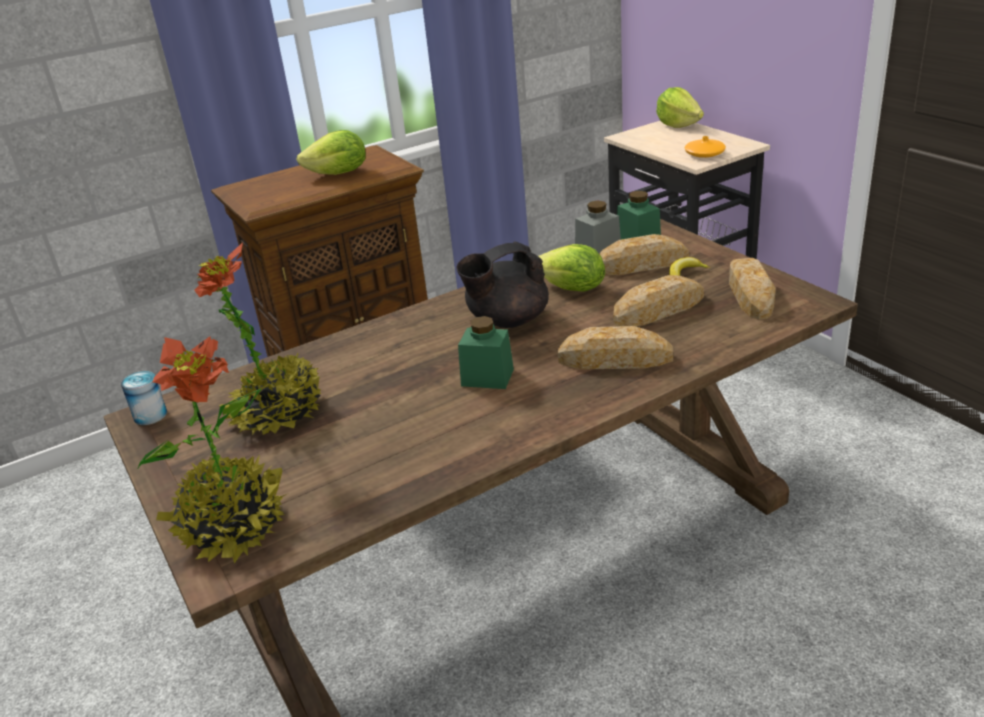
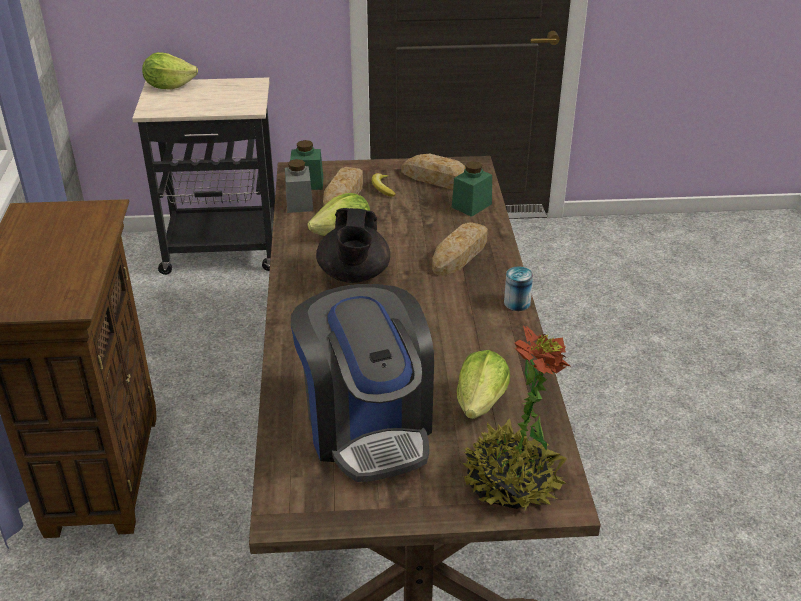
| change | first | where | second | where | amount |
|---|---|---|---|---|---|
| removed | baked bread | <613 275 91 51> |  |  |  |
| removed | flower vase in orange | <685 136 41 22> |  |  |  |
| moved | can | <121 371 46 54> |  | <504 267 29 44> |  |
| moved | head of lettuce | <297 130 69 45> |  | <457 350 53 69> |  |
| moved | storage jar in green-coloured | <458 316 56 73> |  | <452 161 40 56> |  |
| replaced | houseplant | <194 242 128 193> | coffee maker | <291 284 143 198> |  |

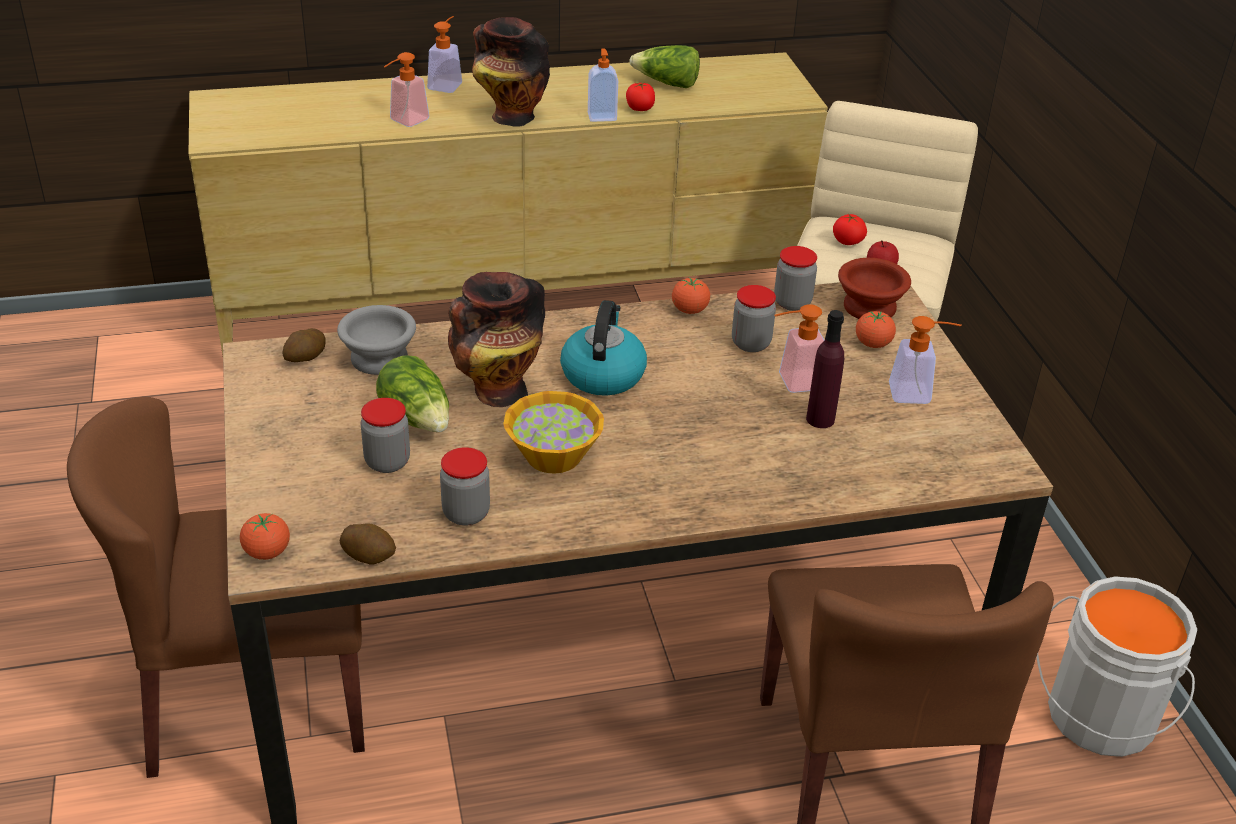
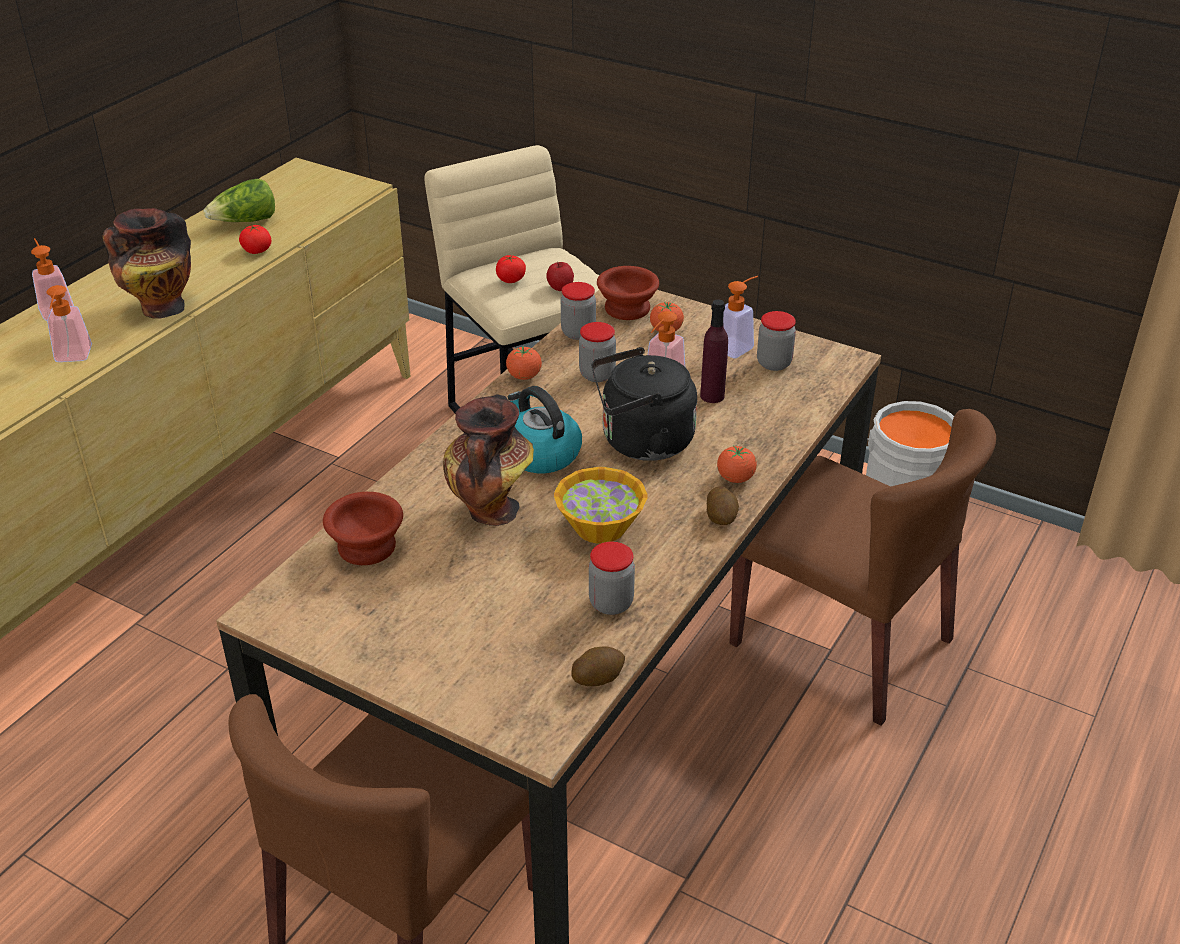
| change | first | where | second | where | amount |
|---|---|---|---|---|---|
| removed | head of lettuce | <376 355 73 77> |  |  |  |
| removed | soap bottle | <588 49 30 73> |  |  |  |
| added |  |  | water kettle in black-coloured | <591 347 106 114> |  |
| moved | whole tomato | <240 513 50 47> |  | <717 446 40 37> |  |
| moved | spud | <282 328 44 34> |  | <707 486 32 39> |  |
| moved | storage jar | <360 398 50 75> |  | <757 311 39 60> |  |
| recoloured | bowl in greyish | <337 305 79 70> | bowl in brown | <323 492 80 73> |  |

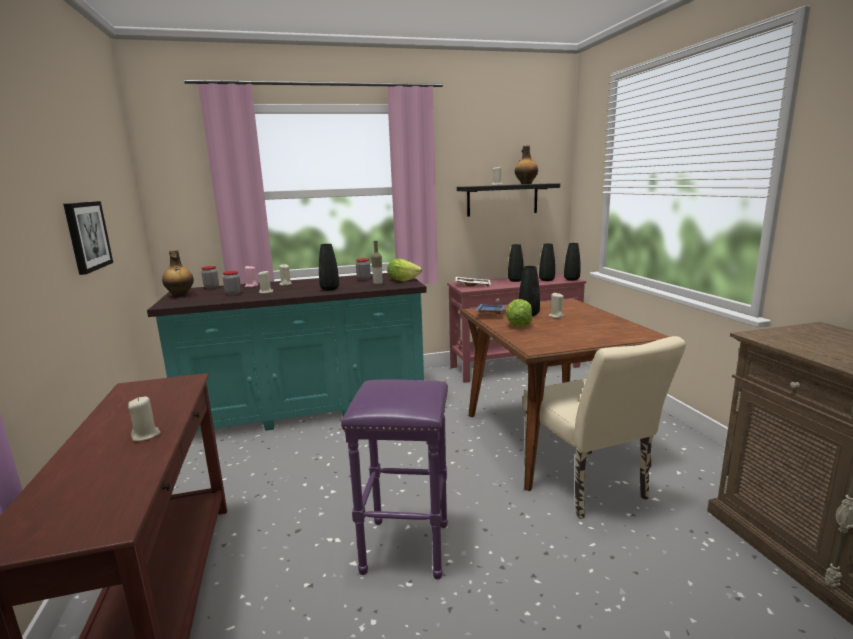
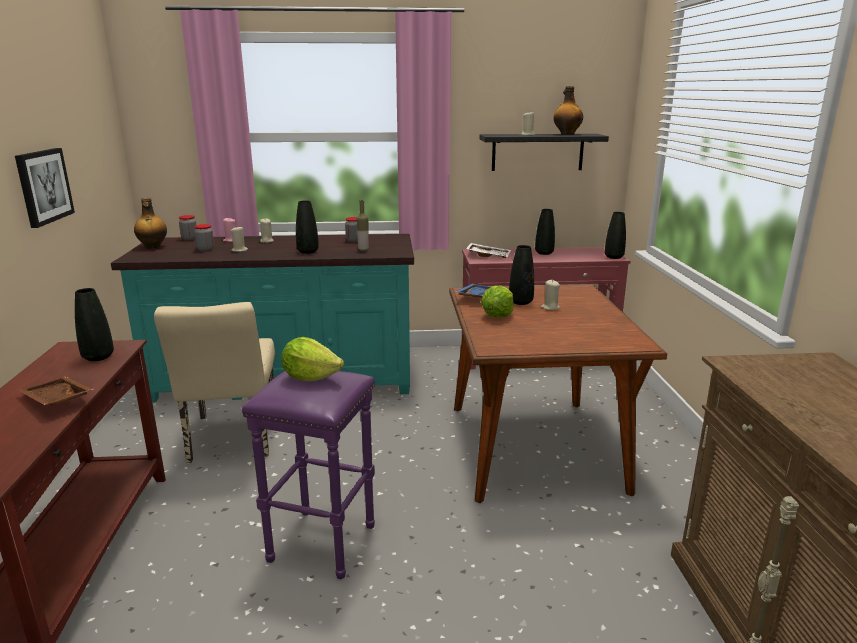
| change | first | where | second | where | amount |
|---|---|---|---|---|---|
| moved | head of lettuce | <387 258 35 23> |  | <281 337 63 44> |  |
| moved | plain chair in beige-coloured | <523 336 163 183> |  | <154 302 121 161> |  |
| moved | flower vase in black-coloured | <539 243 16 38> |  | <75 288 39 73> |  |
| replaced | wax candle in beige-coloured | <128 396 32 45> | serving tray in brown | <19 377 75 29> |  |

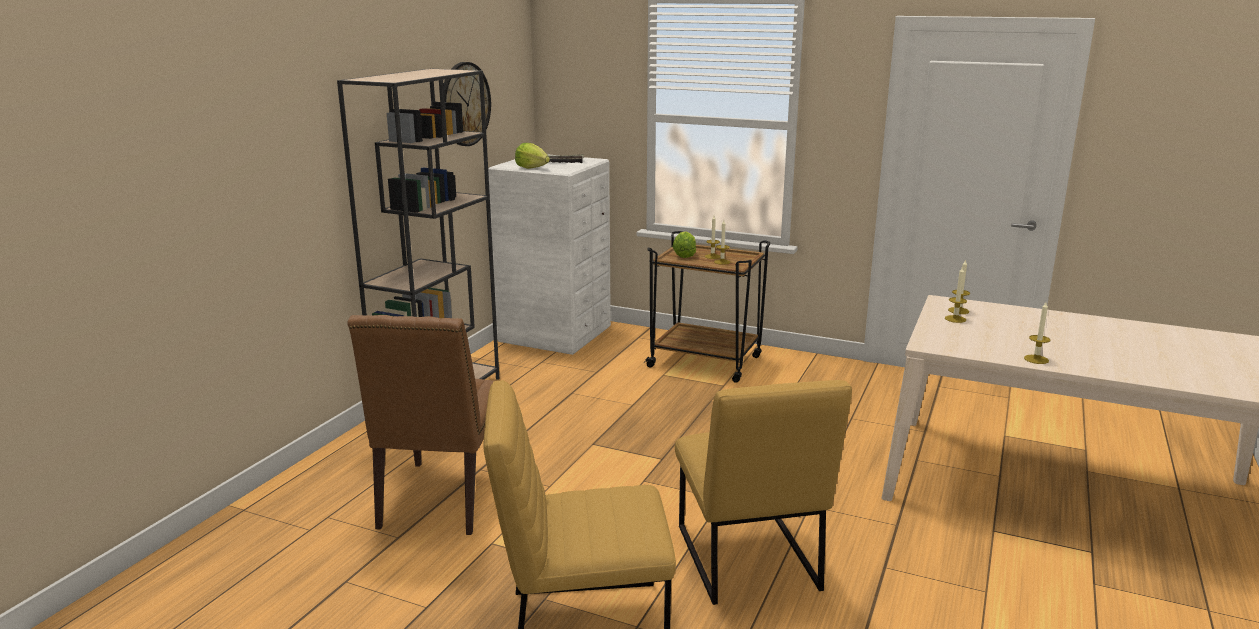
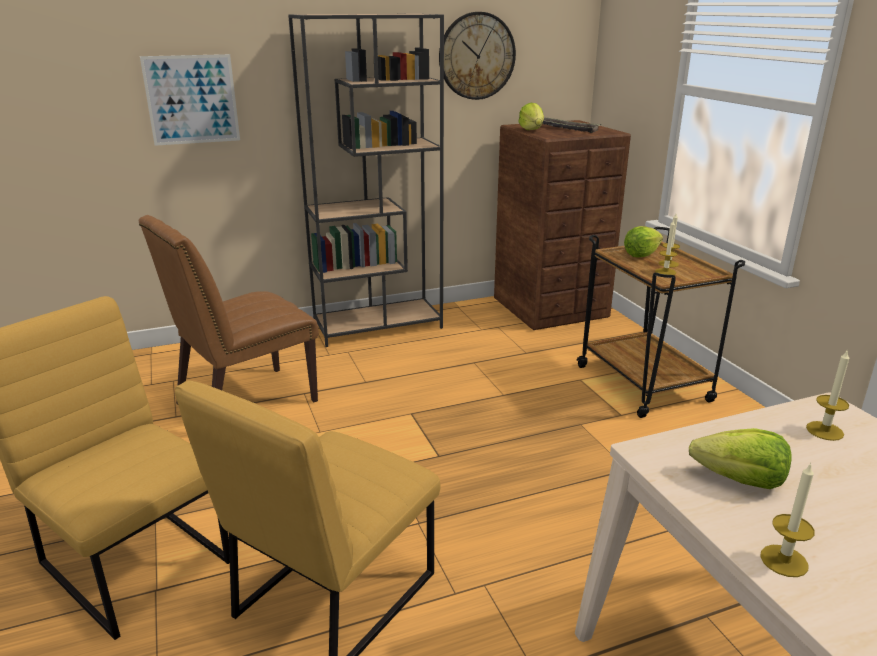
| change | first | where | second | where | amount |
|---|---|---|---|---|---|
| removed | wax candle | <945 266 22 57> |  |  |  |
| added |  |  | wall art | <140 54 100 92> |  |
| added |  |  | head of lettuce | <689 428 103 61> |  |
| recoloured | dresser in white-coloured | <488 154 123 201> | dresser in brown | <494 120 137 210> |  |

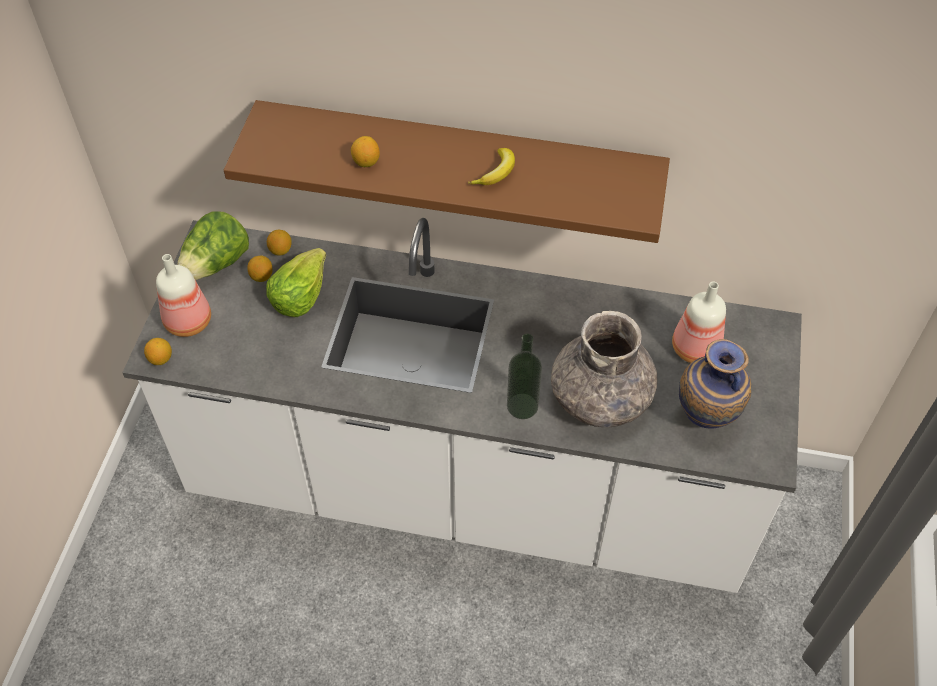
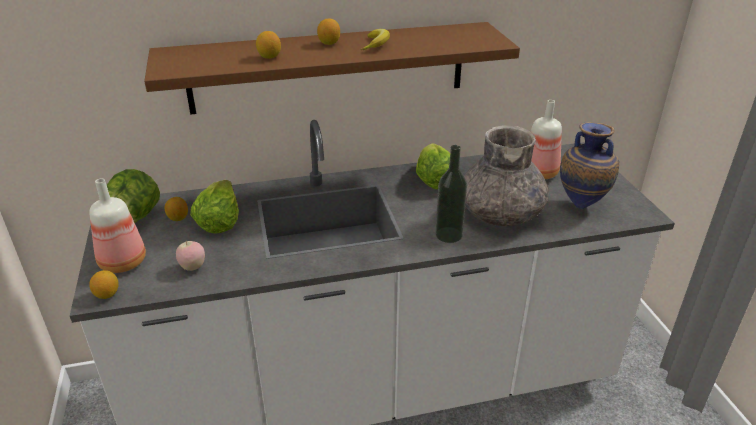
| change | first | where | second | where | amount |
|---|---|---|---|---|---|
| added |  |  | apple | <176 241 29 30> |  |
| added |  |  | head of lettuce | <416 143 34 47> |  |
| moved | lemon | <267 230 25 26> |  | <317 19 23 26> |  |

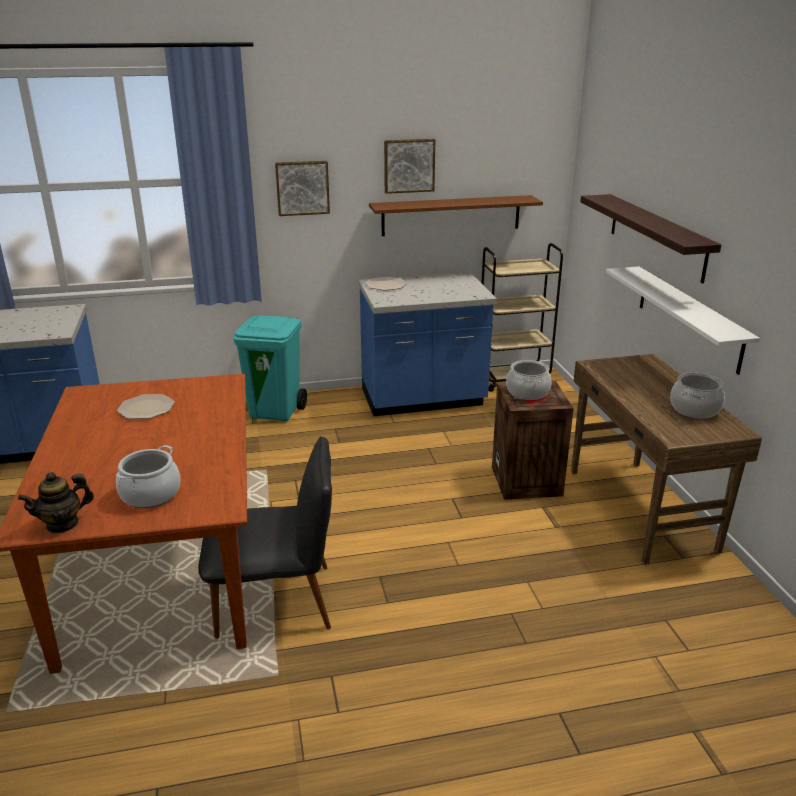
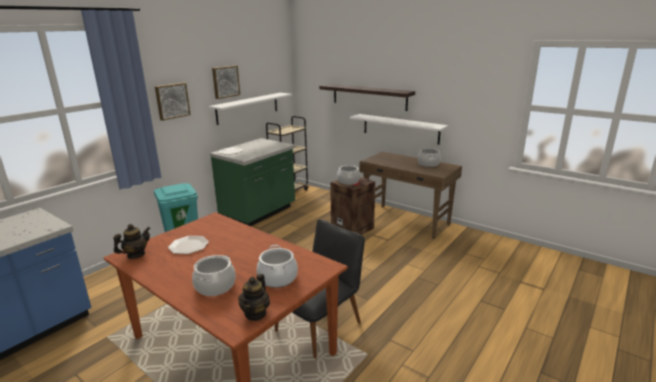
| change | first | where | second | where | amount |
|---|---|---|---|---|---|
| added |  |  | pot for tea | <114 224 36 35> |  |
| added |  |  | saucepot | <192 255 44 41> |  |
| recoloured | counter in bluish | <358 272 139 144> | counter in green-coloured | <210 138 85 88> |  |
| recoloured | wall shelf in brown | <369 195 174 41> | wall shelf in white-coloured | <209 93 83 32> |  |

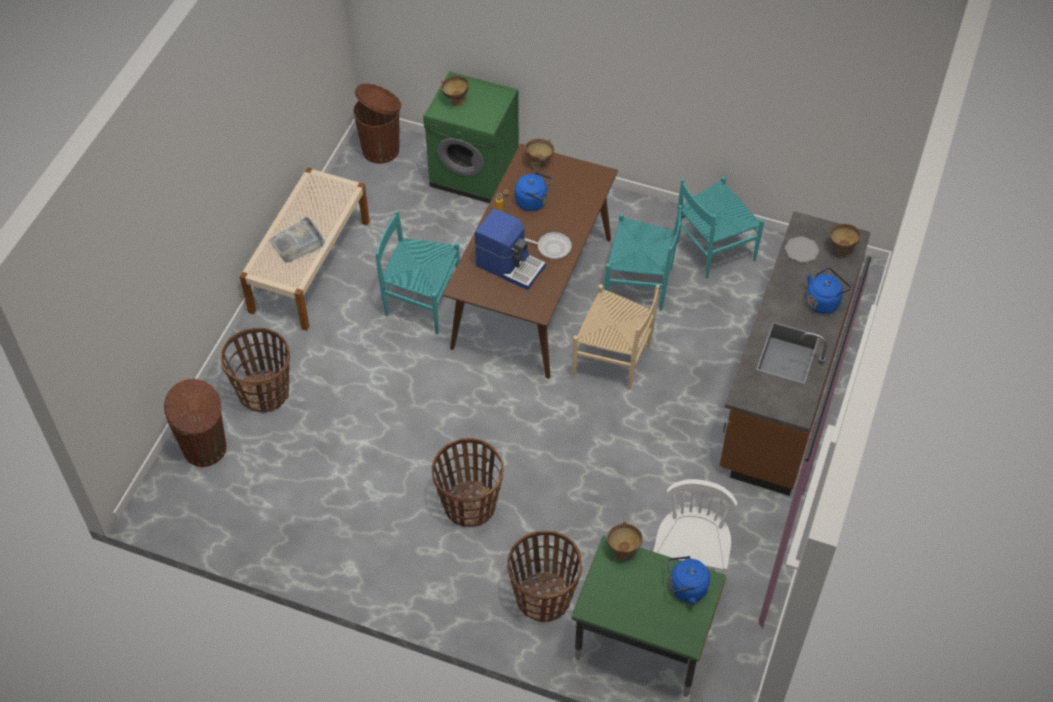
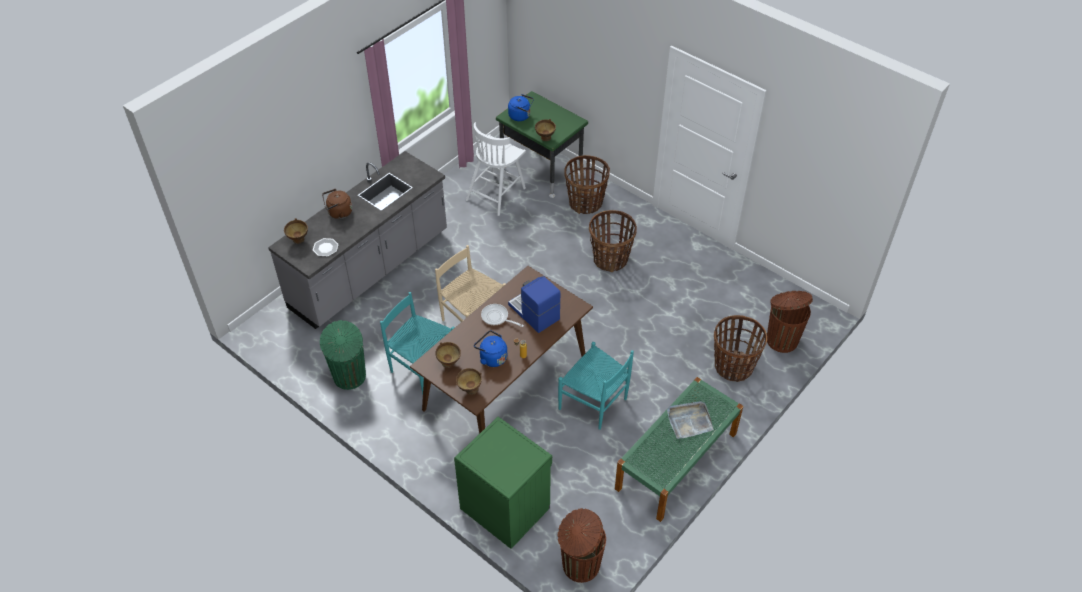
| change | first | where | second | where | amount |
|---|---|---|---|---|---|
| moved | bowl in brown | <441 76 28 30> |  | <435 342 26 26> |  |
| replaced | plain chair in turquoise-coloured | <677 176 87 102> | waste bin in green-coloured | <320 320 46 70> |  |
| recoloured | indoor bench in beige-coloured | <239 167 131 164> | indoor bench in green-coloured | <615 377 128 145> |  |
| recoloured | counter in brown | <719 211 152 285> | counter in greyish | <268 151 179 178> |  |
| recoloured | water kettle in bluish | <806 268 45 46> | water kettle in brown | <322 189 30 30> |  |

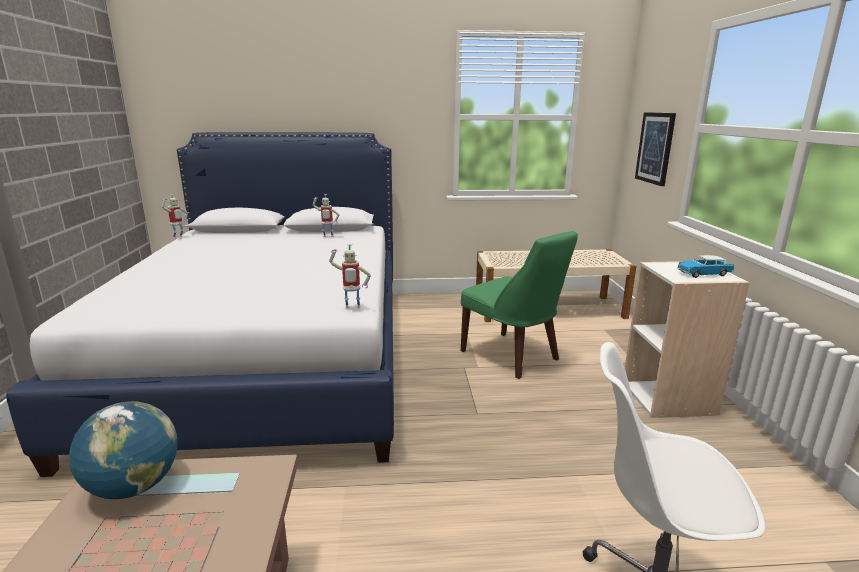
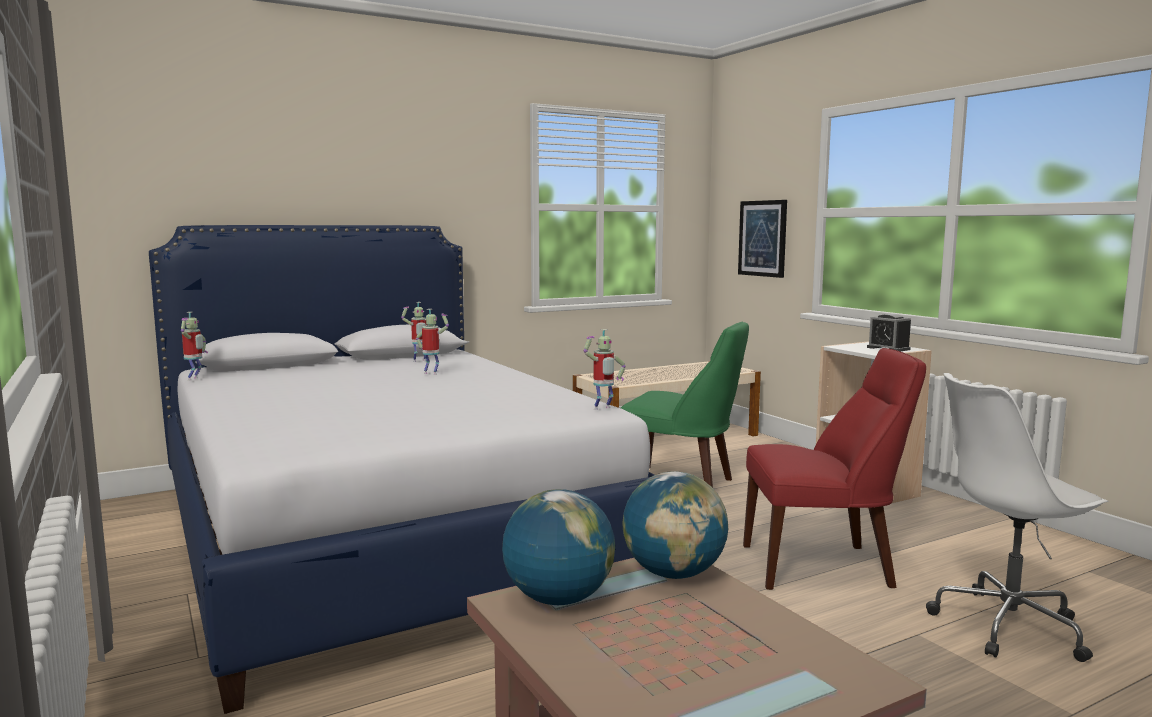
| change | first | where | second | where | amount |
|---|---|---|---|---|---|
| added |  |  | robot figure | <416 309 33 66> |  |
| added |  |  | globe | <622 471 106 108> |  |
| added |  |  | plain chair in red | <743 348 183 242> |  |
| replaced | toy car | <677 255 57 23> | table clock | <867 314 44 38> |  |

